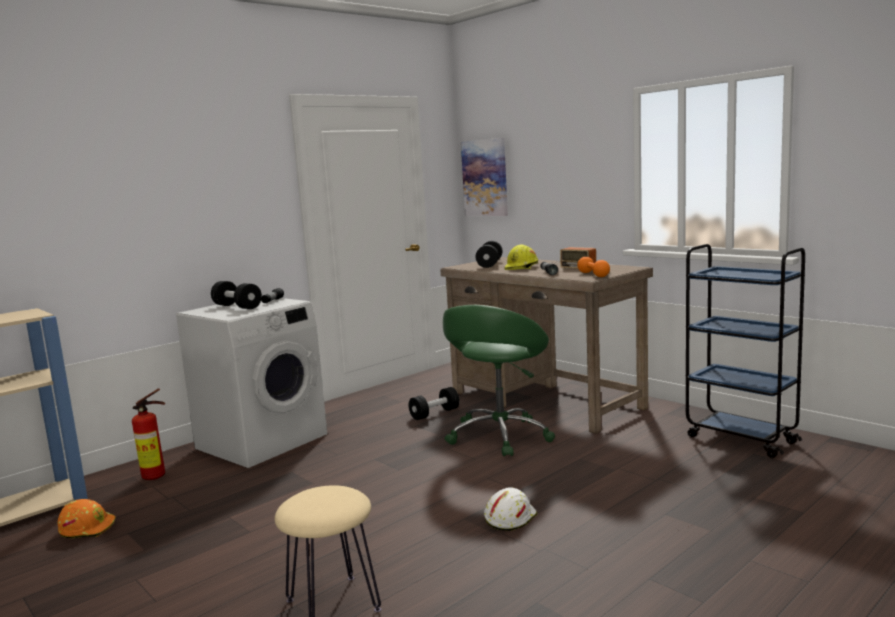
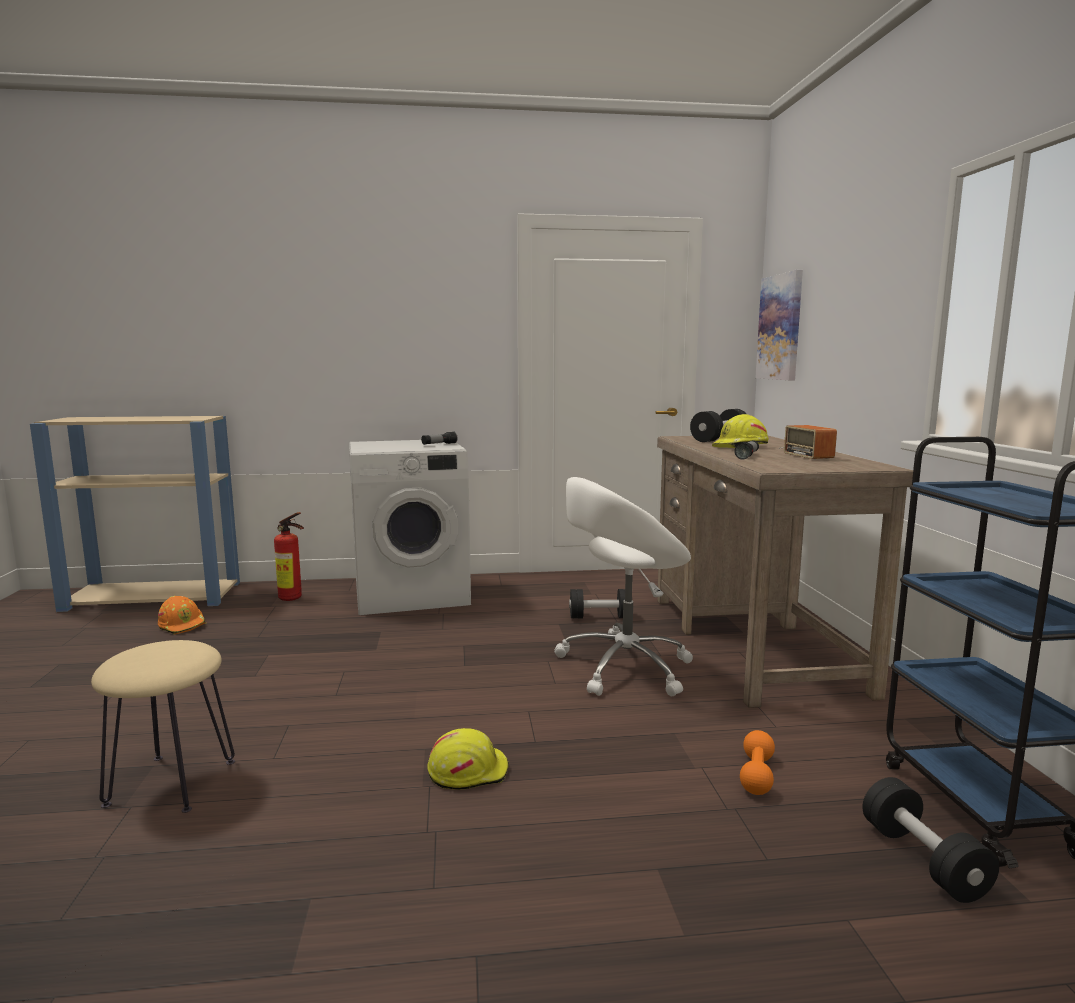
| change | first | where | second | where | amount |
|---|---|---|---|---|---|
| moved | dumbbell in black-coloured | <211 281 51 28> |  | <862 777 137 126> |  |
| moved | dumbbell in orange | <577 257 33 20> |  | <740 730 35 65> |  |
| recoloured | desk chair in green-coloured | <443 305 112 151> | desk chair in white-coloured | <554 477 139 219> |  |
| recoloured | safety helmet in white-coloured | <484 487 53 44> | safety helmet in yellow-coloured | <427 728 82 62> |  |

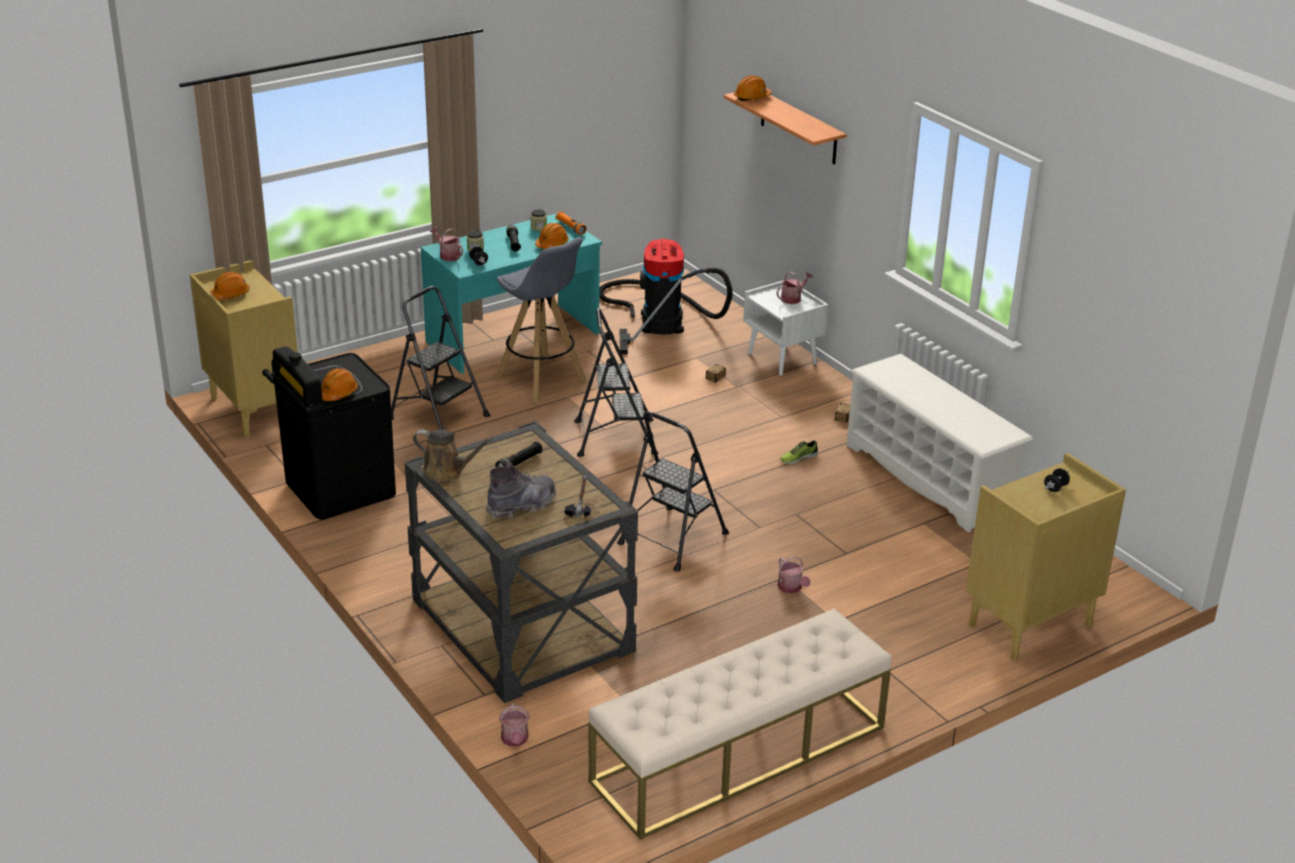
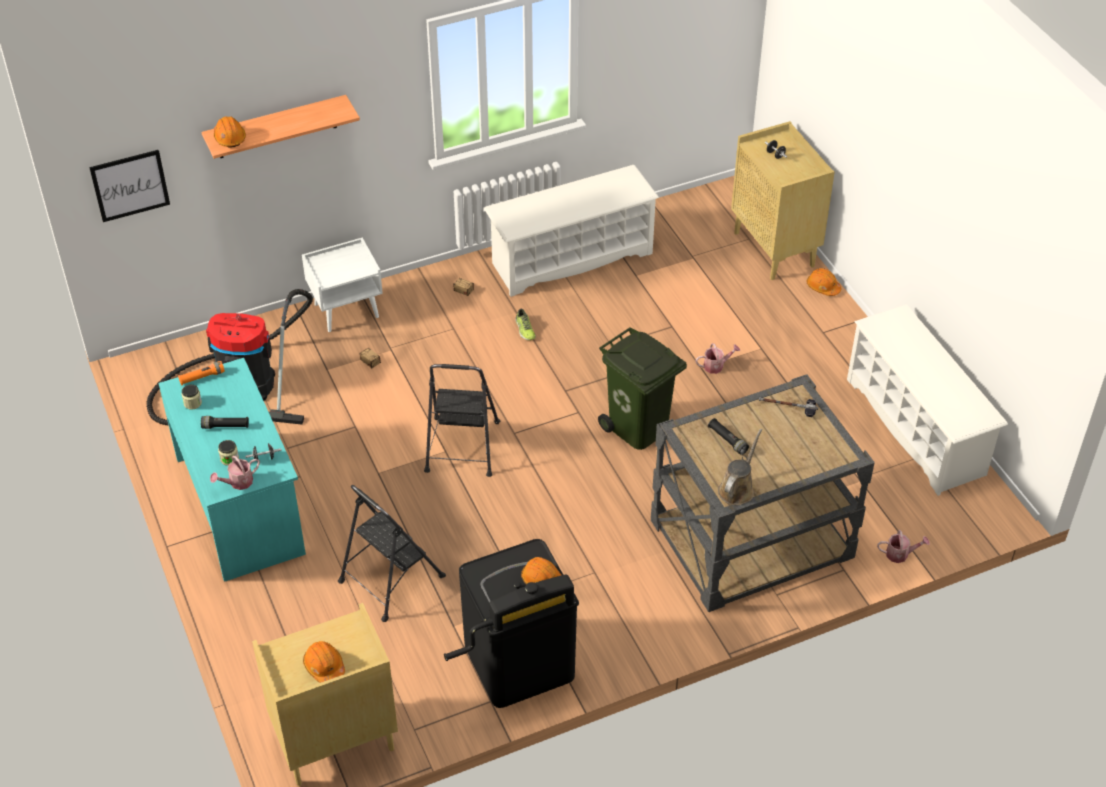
| change | first | where | second | where | amount |
|---|---|---|---|---|---|
| removed | boot in greyish | <486 465 70 54> |  |  |  |
| removed | stool in greyish | <495 237 91 166> |  |  |  |
| removed | sprinkling can | <777 272 36 32> |  |  |  |
| added |  |  | wall art | <89 150 81 72> |  |
| moved | safety helmet in orange | <535 223 34 26> |  | <807 268 34 28> |  |
| replaced | indoor bench in beige-coloured | <588 608 304 232> | shoe stand in white-coloured | <847 304 161 192> |  |
| replaced | step ladder in black-coloured | <617 411 112 161> | waste bin in green-coloured | <598 327 89 123> |  |

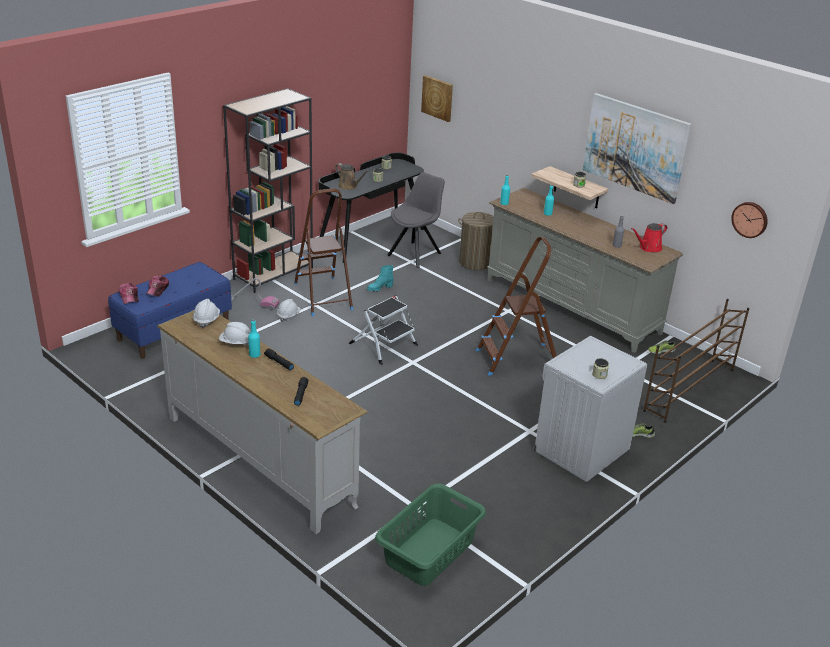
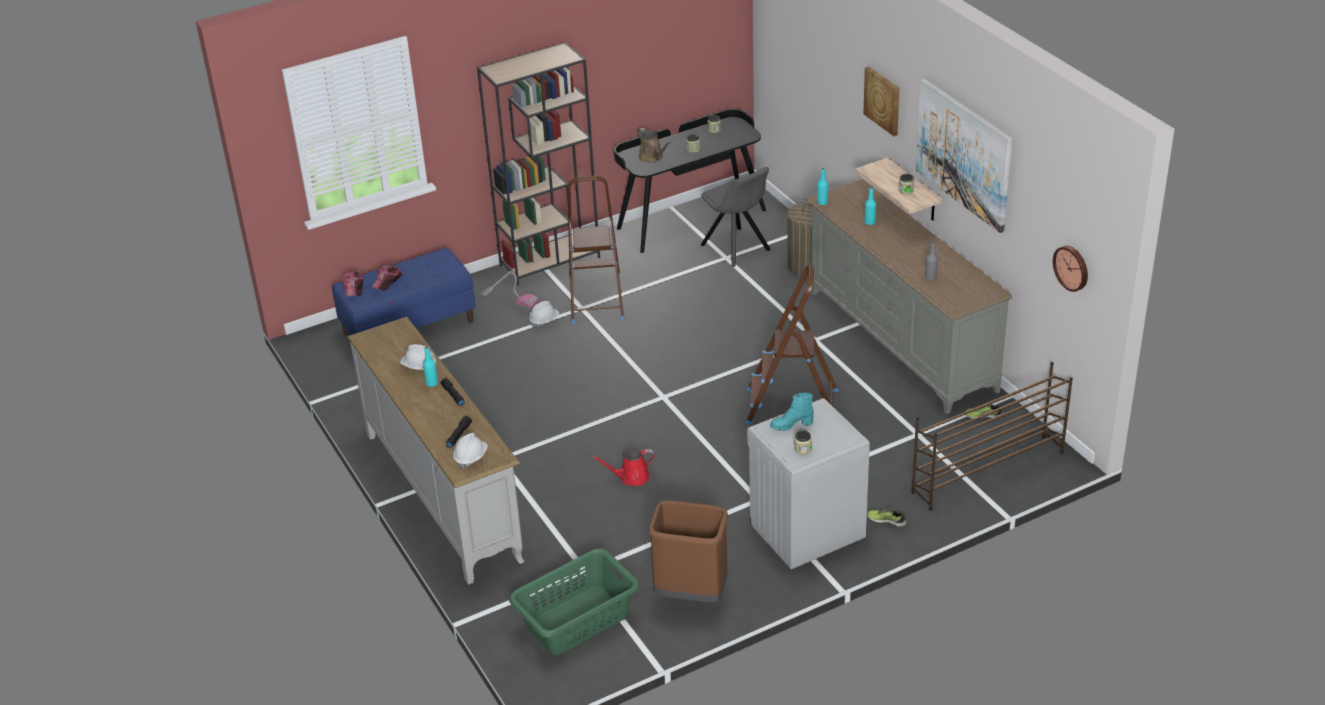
| change | first | where | second | where | amount |
|---|---|---|---|---|---|
| removed | step ladder | <348 295 70 70> |  |  |  |
| added |  |  | waste bin in brown | <648 500 80 102> |  |
| moved | safety helmet in white-coloured | <193 299 27 29> |  | <453 433 35 36> |  |
| moved | boot in turquoise-coloured | <367 265 27 27> |  | <770 393 44 38> |  |
| moved | wall art | <421 75 32 47> |  | <863 66 36 70> |  |
| moved | sprinkling can in red | <631 223 36 29> |  | <592 448 63 38> |  |
| turned | plain chair in greyish | <387 172 58 96> |  | <701 167 69 100> | 90 degrees clockwise |

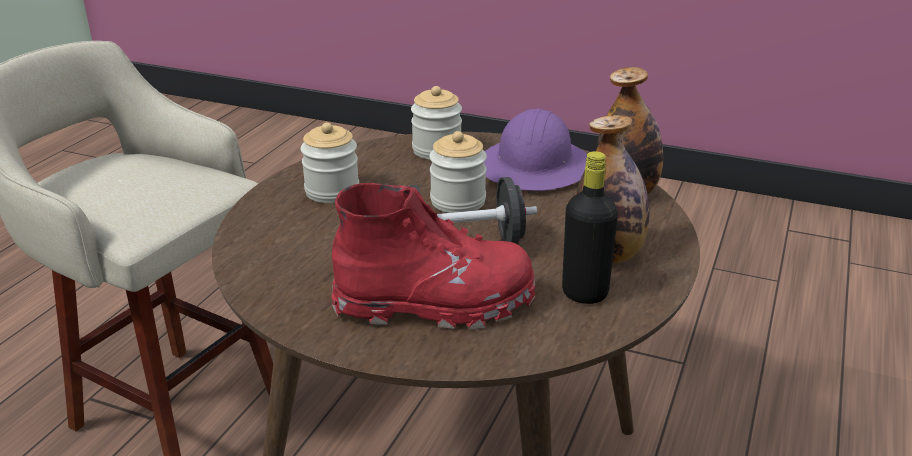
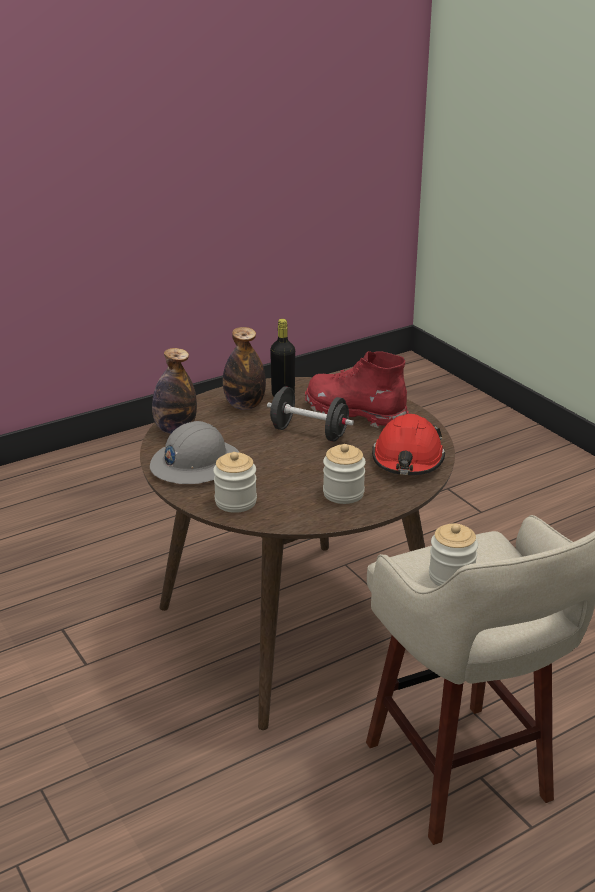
| change | first | where | second | where | amount |
|---|---|---|---|---|---|
| added |  |  | safety helmet in red | <372 414 73 61> |  |
| moved | storage jar | <429 131 58 82> |  | <429 523 49 63> |  |
| recoloured | safety helmet in purple | <484 109 103 82> | safety helmet in greyish | <150 421 90 63> |  |

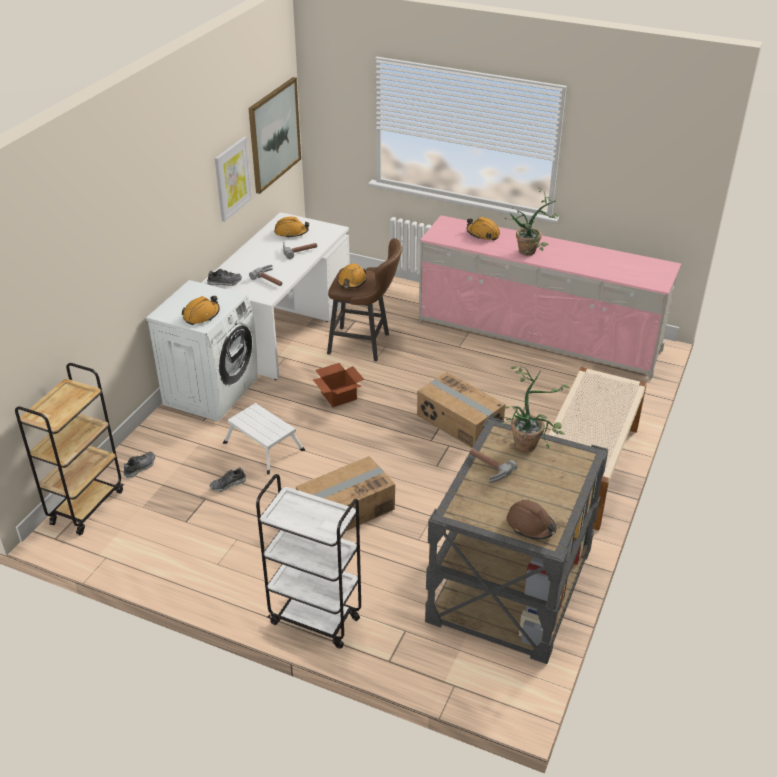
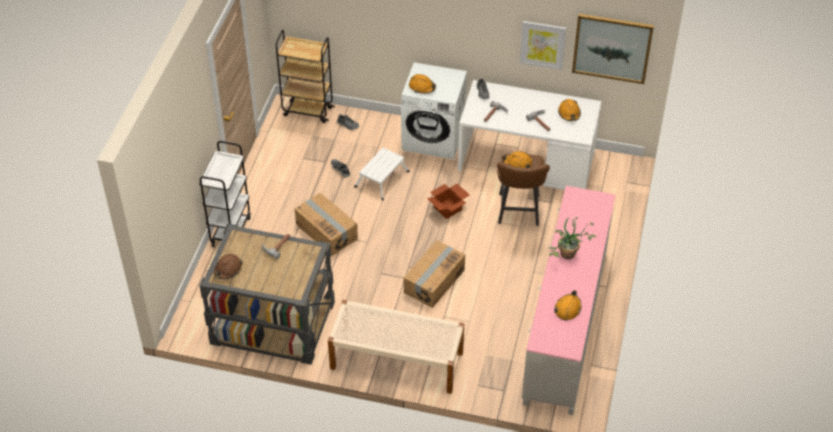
| change | first | where | second | where | amount |
|---|---|---|---|---|---|
| removed | houseplant | <502 366 67 86> |  |  |  |
| moved | safety helmet in orange | <467 217 33 23> |  | <554 290 27 31> |  |

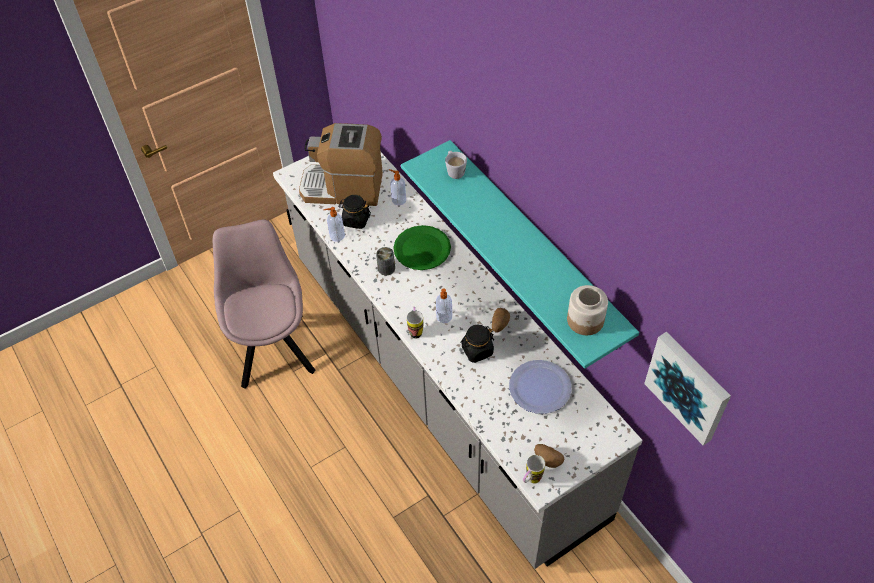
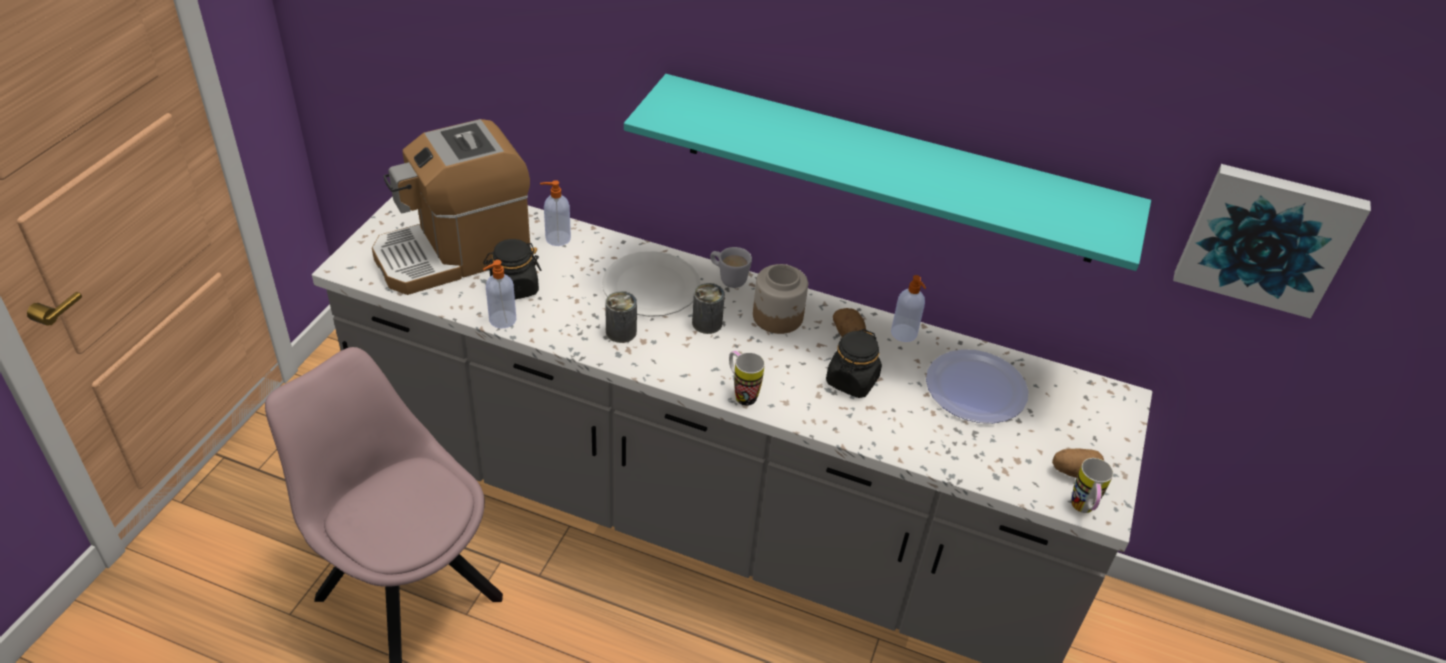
| change | first | where | second | where | amount |
|---|---|---|---|---|---|
| added |  |  | can | <692 283 33 51> |  |
| moved | soap bottle | <436 289 16 34> |  | <891 275 35 67> |  |
| moved | tea mug in white-coloured | <445 151 22 28> |  | <710 247 42 41> |  |
| moved | storage jar | <567 285 41 50> |  | <753 264 55 70> |  |
| recoloured | plate in green-coloured | <393 225 58 45> | plate in white-coloured | <602 251 98 66> |  |

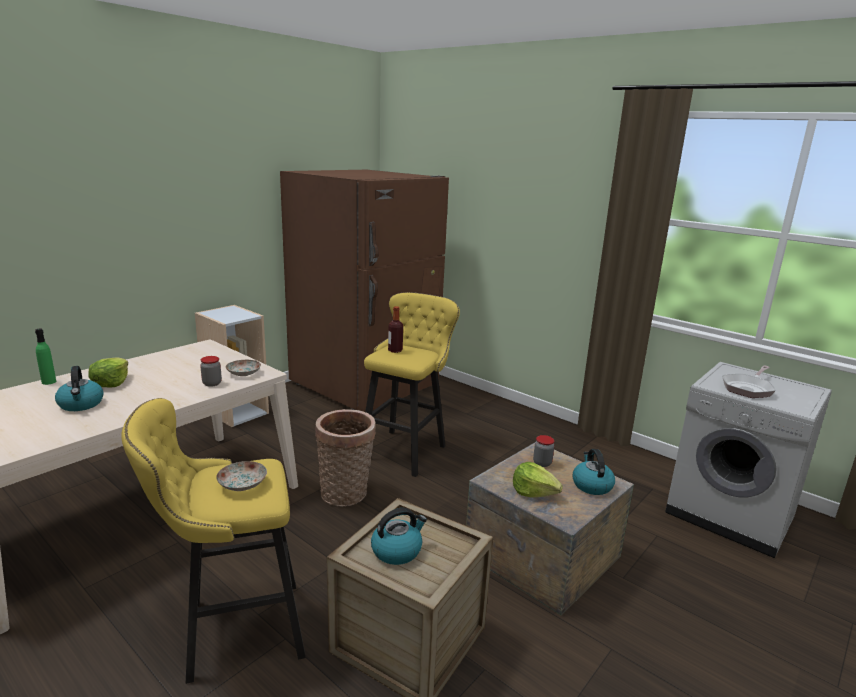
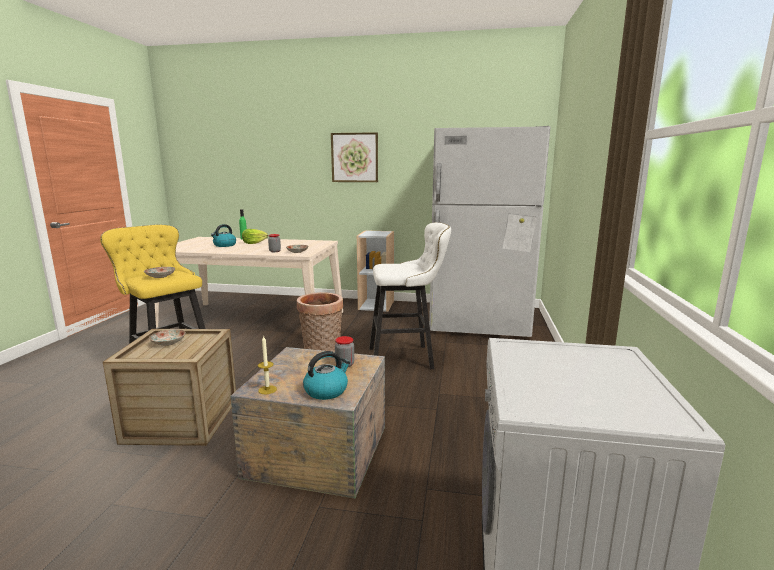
| change | first | where | second | where | amount |
|---|---|---|---|---|---|
| removed | beverage bottle | <388 306 15 47> |  |  |  |
| removed | head of lettuce | <513 462 50 35> |  |  |  |
| removed | pan | <722 365 54 33> |  |  |  |
| added |  |  | wax candle | <258 335 19 59> |  |
| added |  |  | wall art | <331 132 47 50> |  |
| replaced | water kettle | <371 508 56 57> | plate | <149 329 37 17> |  |
| recoloured | refrigerator in brown | <280 170 169 242> | refrigerator in white-coloured | <429 126 121 211> |  |
| recoloured | stool in yellow-coloured | <364 292 96 185> | stool in white-coloured | <369 222 82 147> |  |

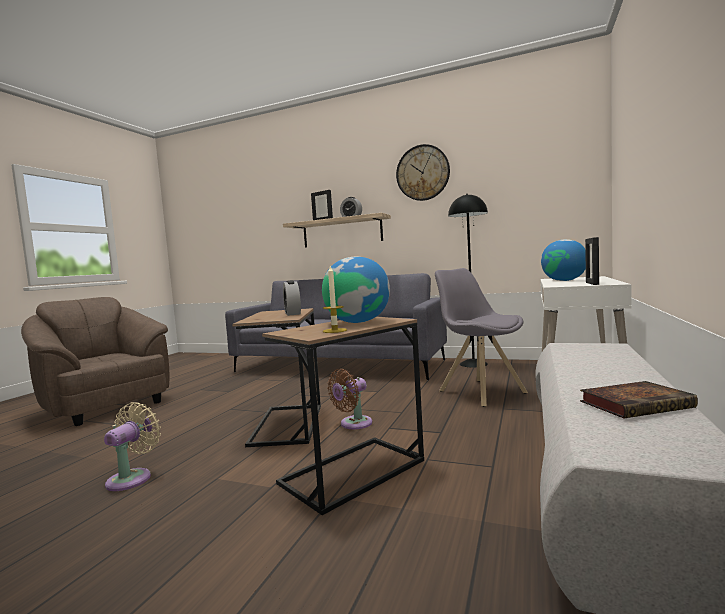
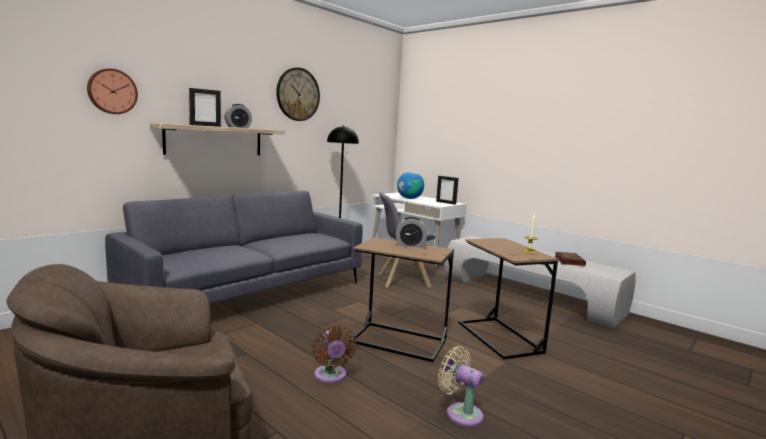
| change | first | where | second | where | amount |
|---|---|---|---|---|---|
| removed | globe | <322 257 68 66> |  |  |  |
| added |  |  | wall clock | <87 68 51 46> |  |
| moved | cooling fan in brown | <327 369 45 60> |  | <312 325 45 58> |  |

